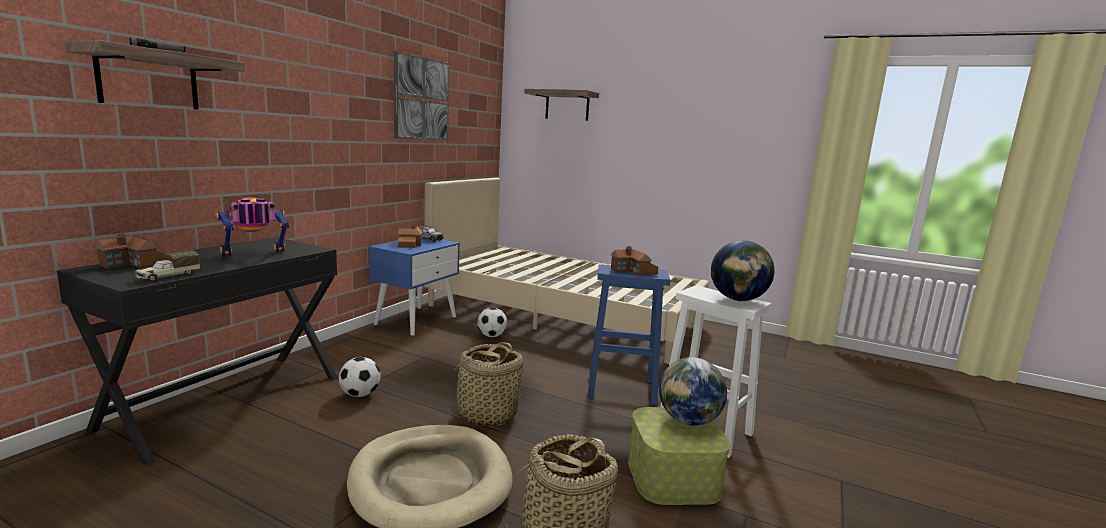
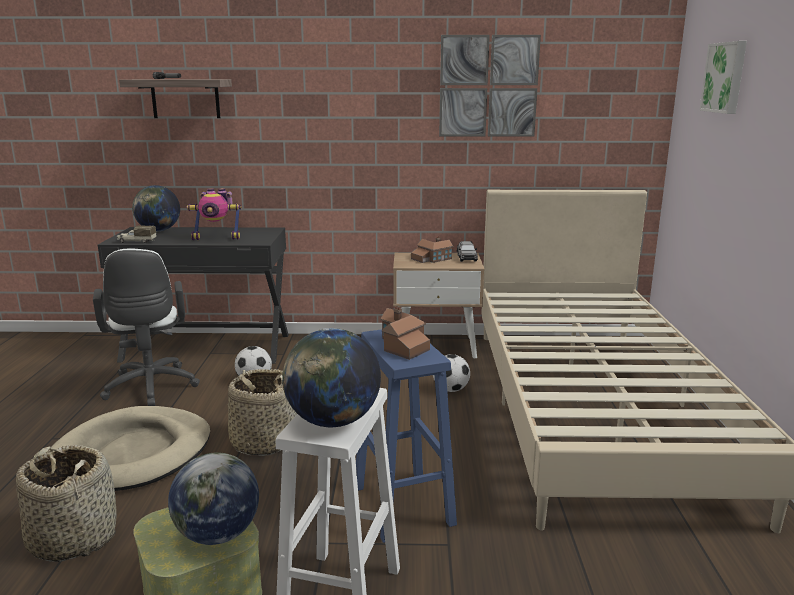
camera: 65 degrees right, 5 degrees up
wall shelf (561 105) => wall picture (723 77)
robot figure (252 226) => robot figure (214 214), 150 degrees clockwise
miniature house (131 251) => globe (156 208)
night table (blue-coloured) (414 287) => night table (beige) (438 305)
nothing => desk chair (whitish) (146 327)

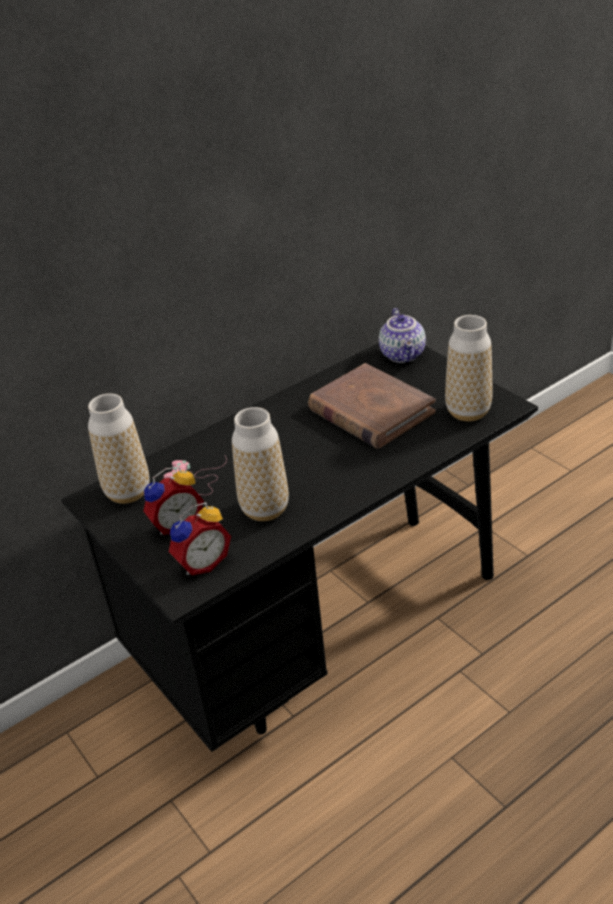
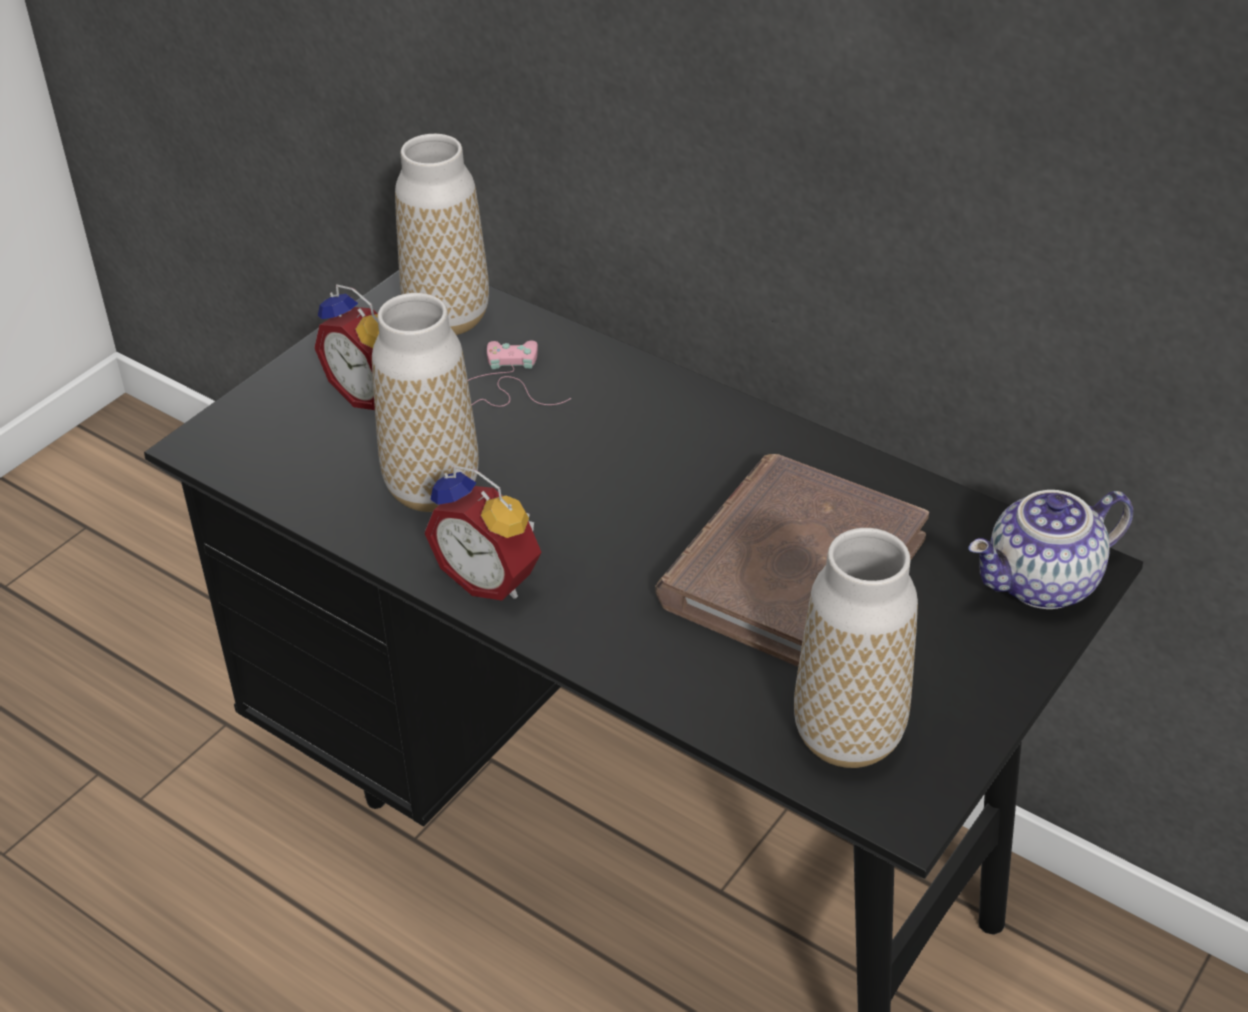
camera: 70 degrees right, 5 degrees up
table clock (200 538) => table clock (482 533), moved

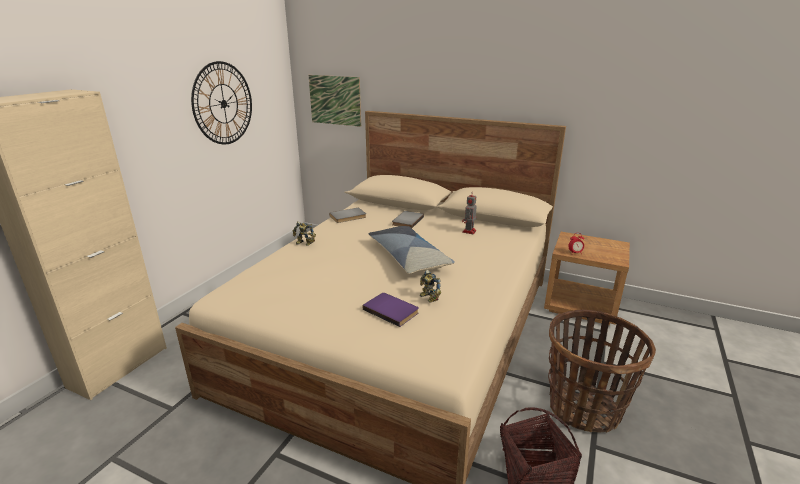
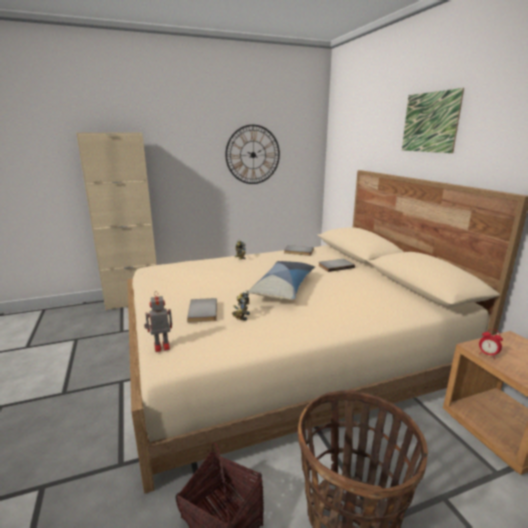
camera: 45 degrees right, 5 degrees down
wall picture (335 101) => wall picture (433 120), moved
robot figure (469 213) => robot figure (158 321), moved
bound book (purplish) (390 310) => bound book (grey) (202 310)

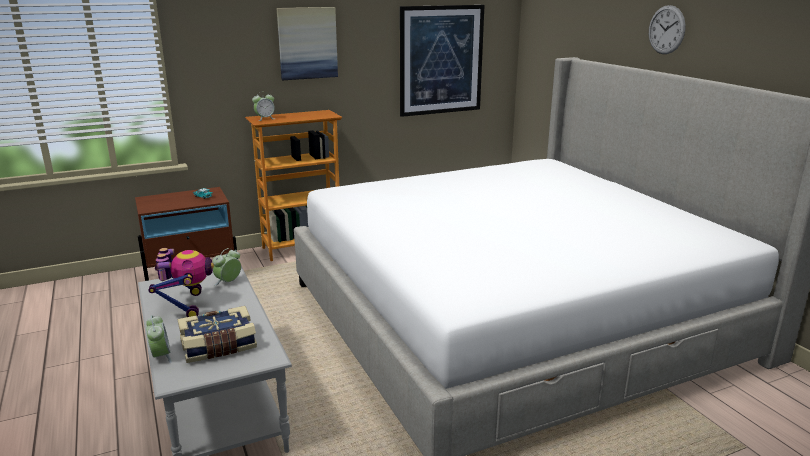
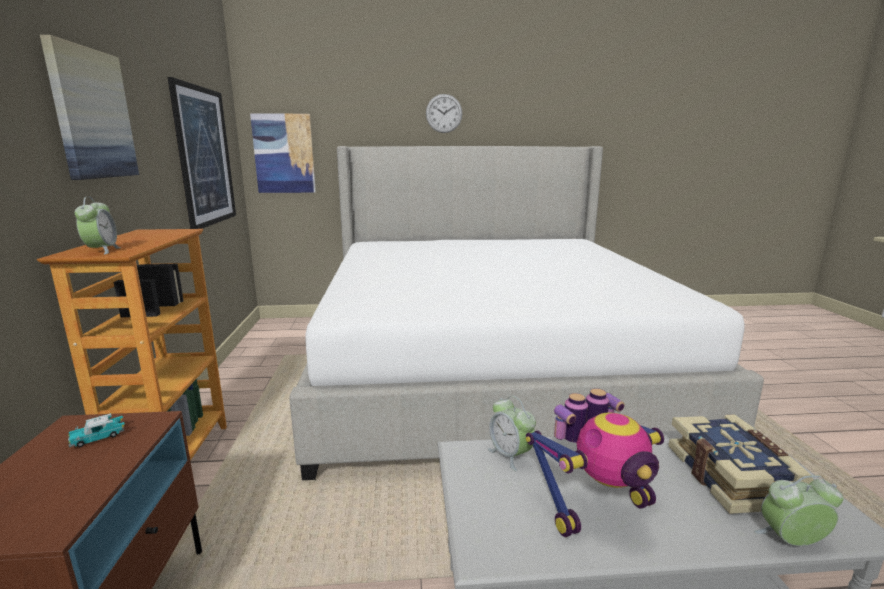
camera: 70 degrees left, 5 degrees down
robot figure (181 282) => robot figure (595 462), 150 degrees clockwise
nothing => wall picture (283 153)

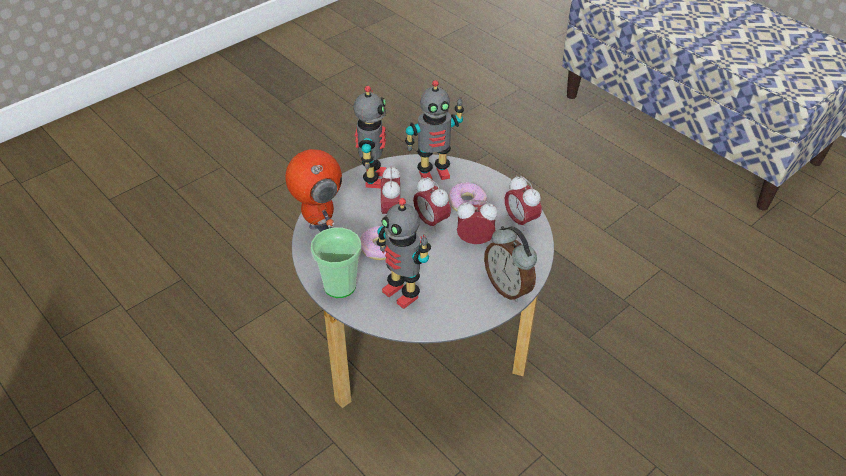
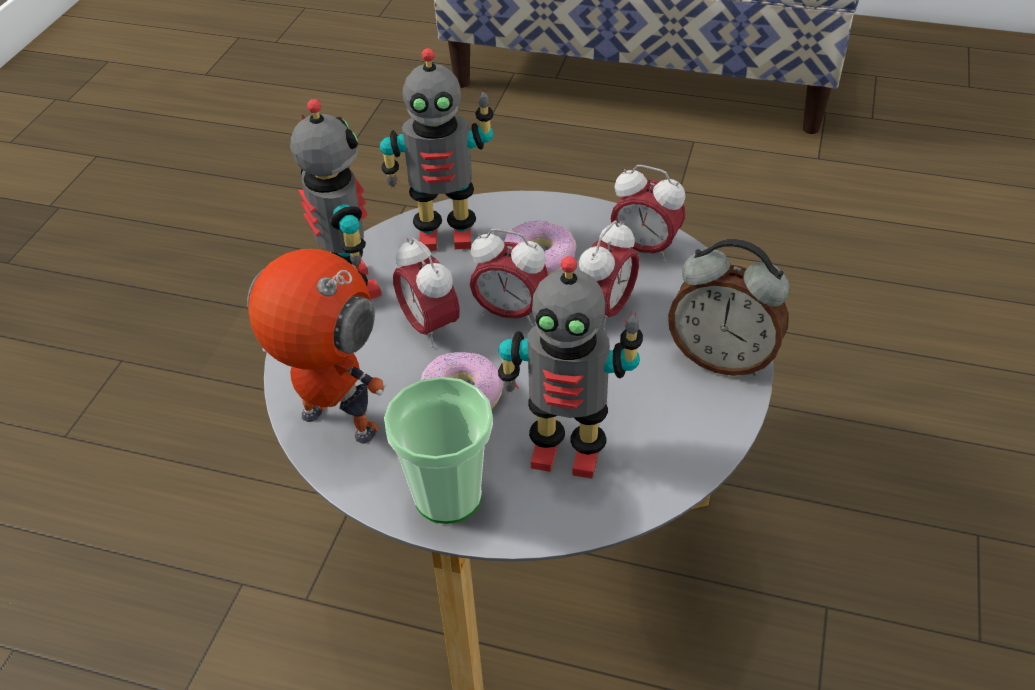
camera: 30 degrees left, 0 degrees up
robot figure (434 130) => robot figure (437 149), 45 degrees clockwise
table clock (477 222) => table clock (609 275), 150 degrees clockwise

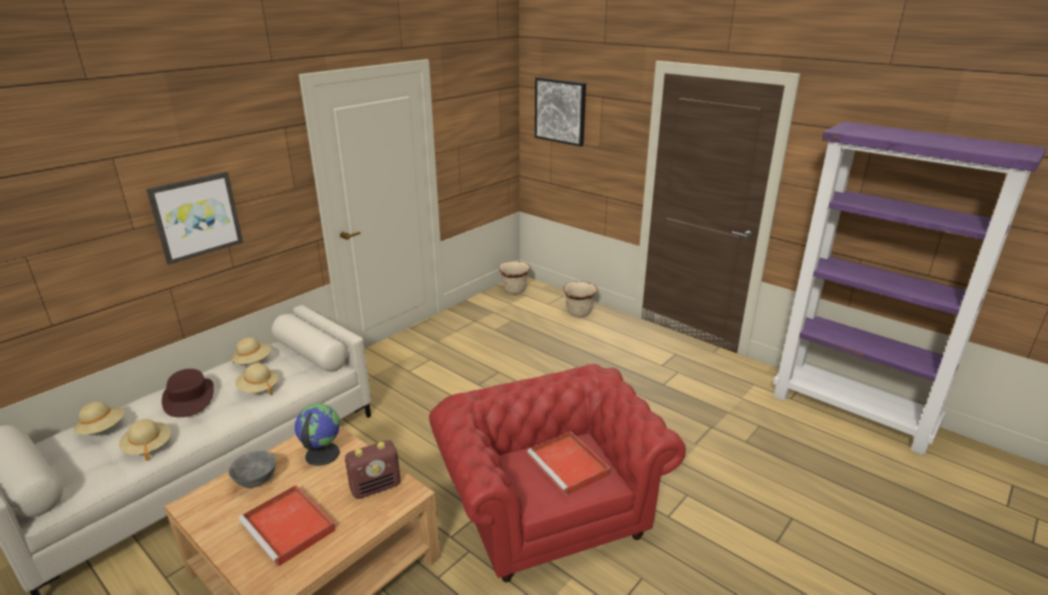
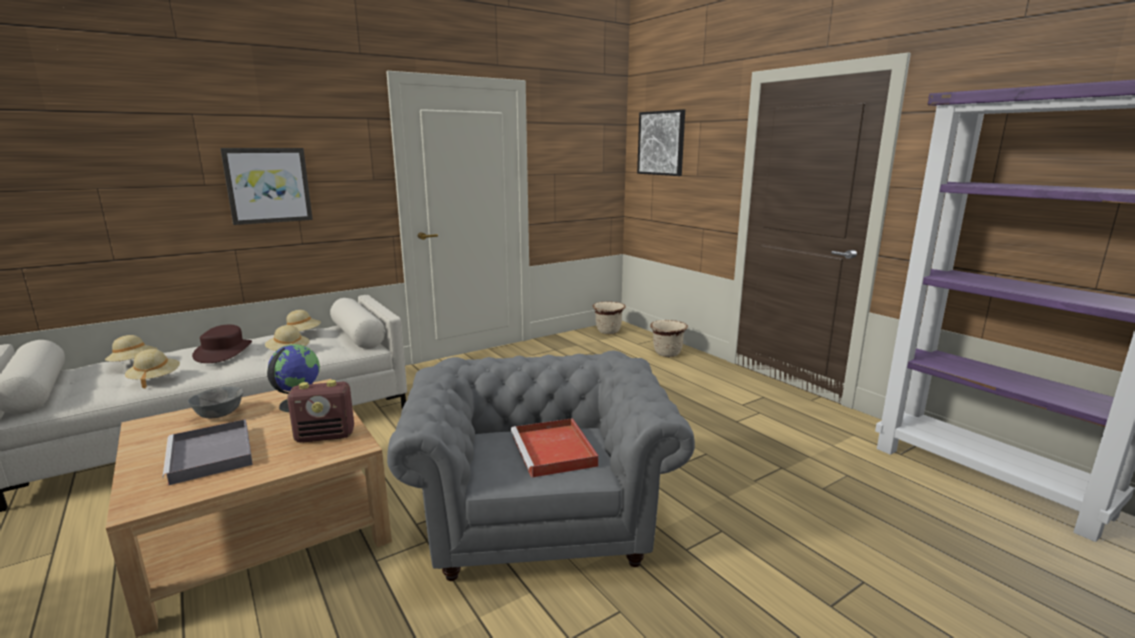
camera: 15 degrees right, 10 degrees down
easy chair (red-coloured) (557 473) => easy chair (grey) (541 466)
serving tray (red-coloured) (287 526) => serving tray (grey) (208 452)

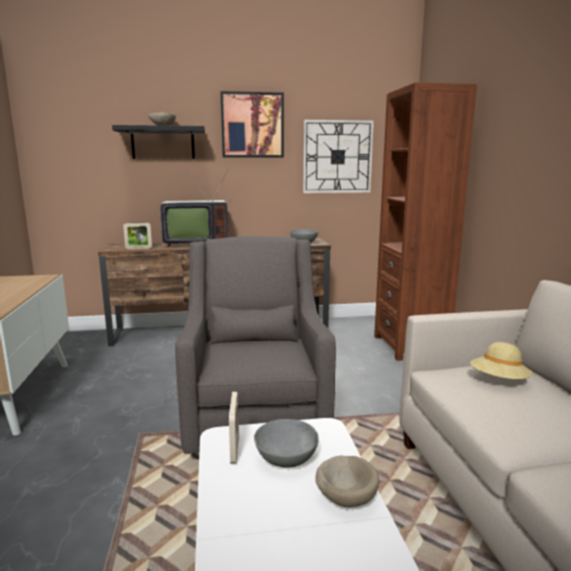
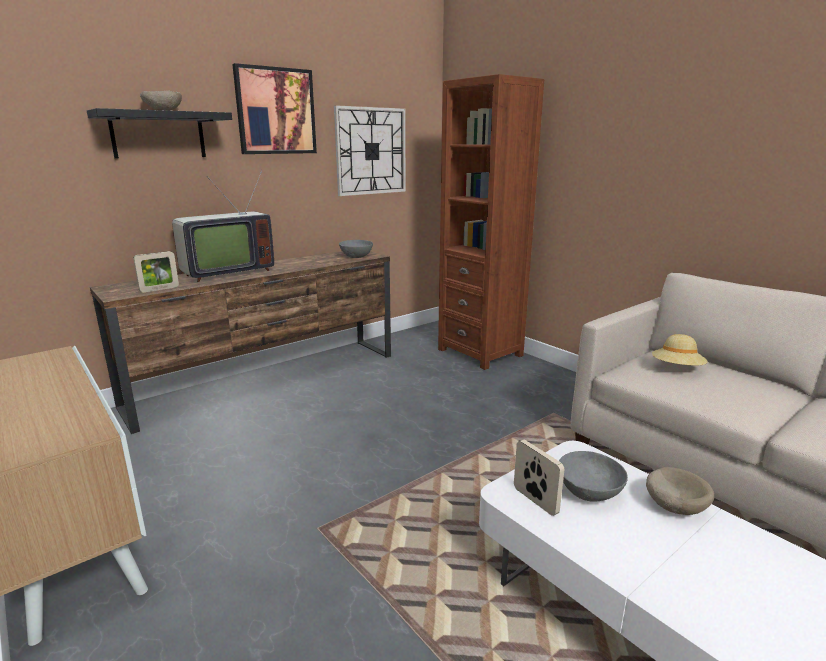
camera: 30 degrees left, 5 degrees up
easy chair (grey) (255 345) => nothing

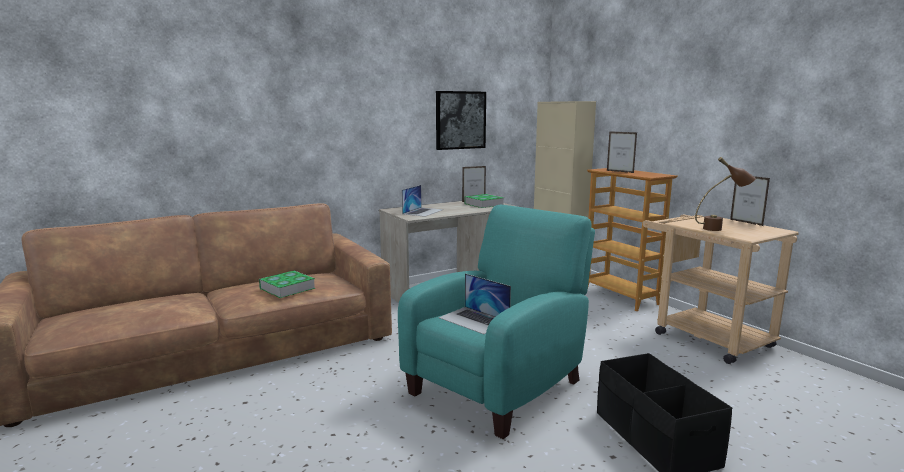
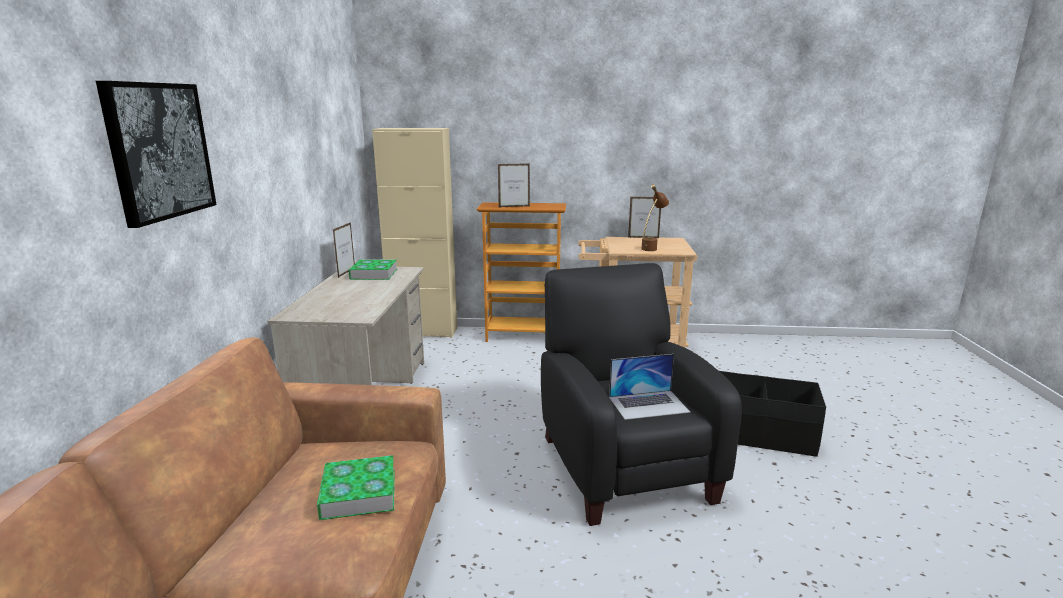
camera: 55 degrees left, 5 degrees up
wall picture (461 120) => wall picture (156 154), moved
notebook computer (422 201) => nothing
easy chair (turquoise-coloured) (496 322) => easy chair (black-coloured) (641 394)

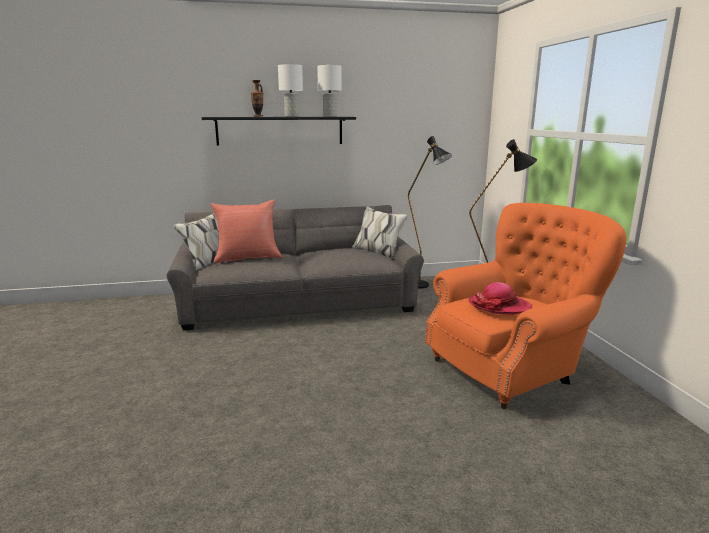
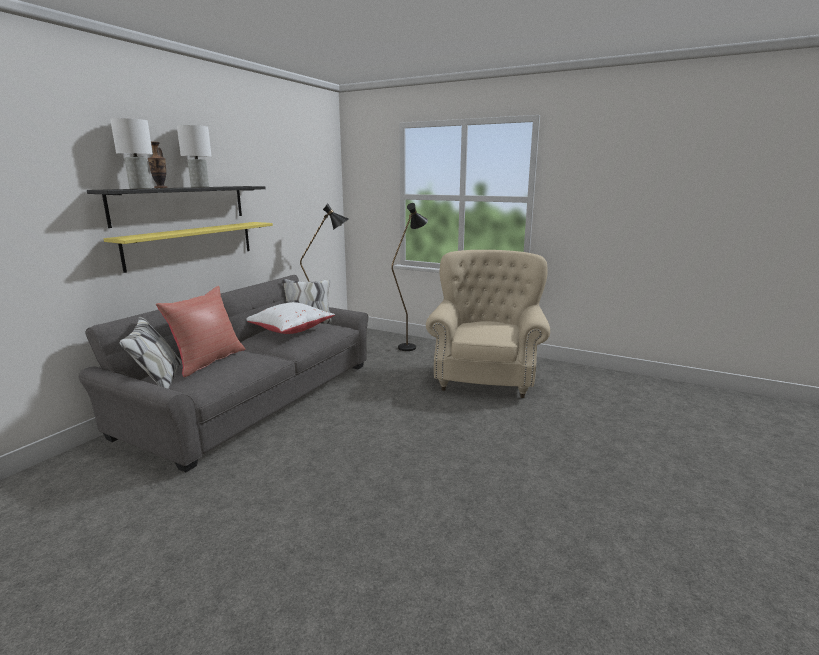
camera: 50 degrees left, 0 degrees up
table lamp (whitish) (329 91) => table lamp (whitish) (131 153), moved
easy chair (orangey) (525 306) => easy chair (beige) (488 324)
hat (500 298) => nothing
nothing => wall shelf (yellow) (188 247)
nothing => cushion (whitish) (291 318)

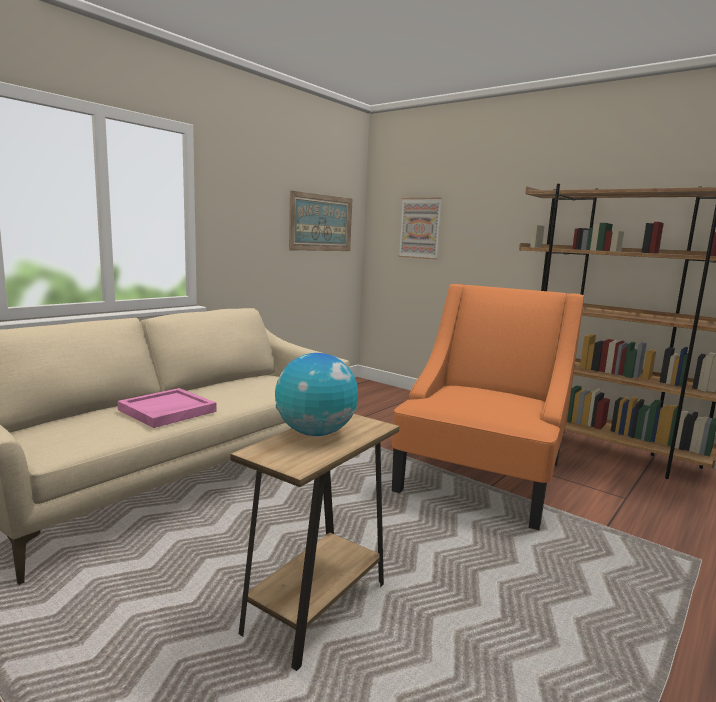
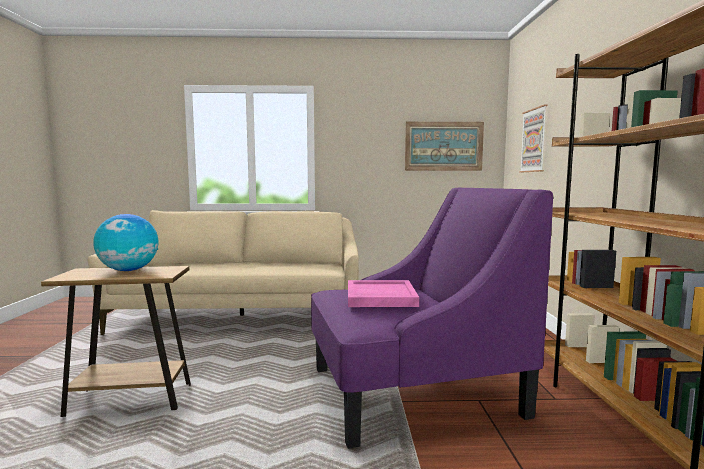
camera: 50 degrees right, 5 degrees down
easy chair (orangey) (488 407) => easy chair (purplish) (432 318)
serving tray (pink-coloured) (167 408) => serving tray (pink-coloured) (383 293), moved

